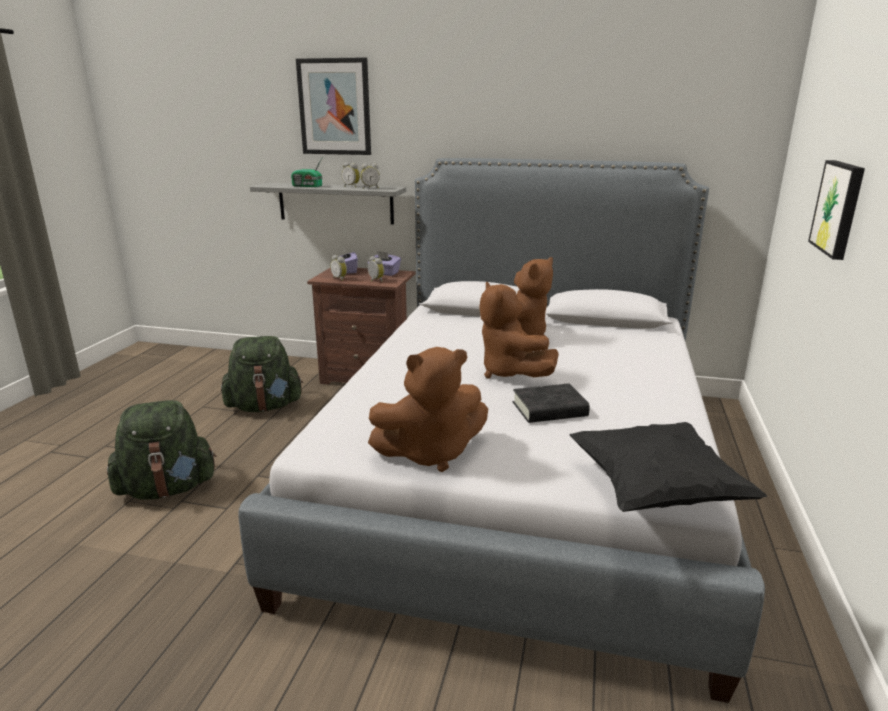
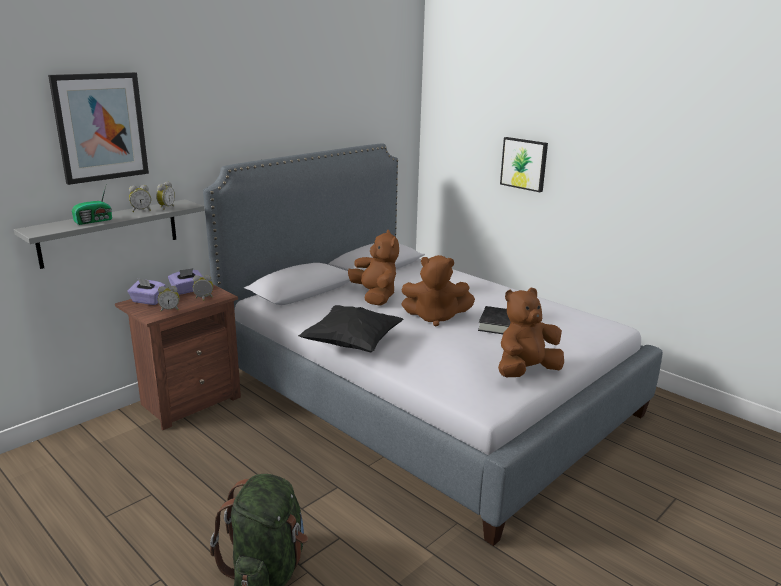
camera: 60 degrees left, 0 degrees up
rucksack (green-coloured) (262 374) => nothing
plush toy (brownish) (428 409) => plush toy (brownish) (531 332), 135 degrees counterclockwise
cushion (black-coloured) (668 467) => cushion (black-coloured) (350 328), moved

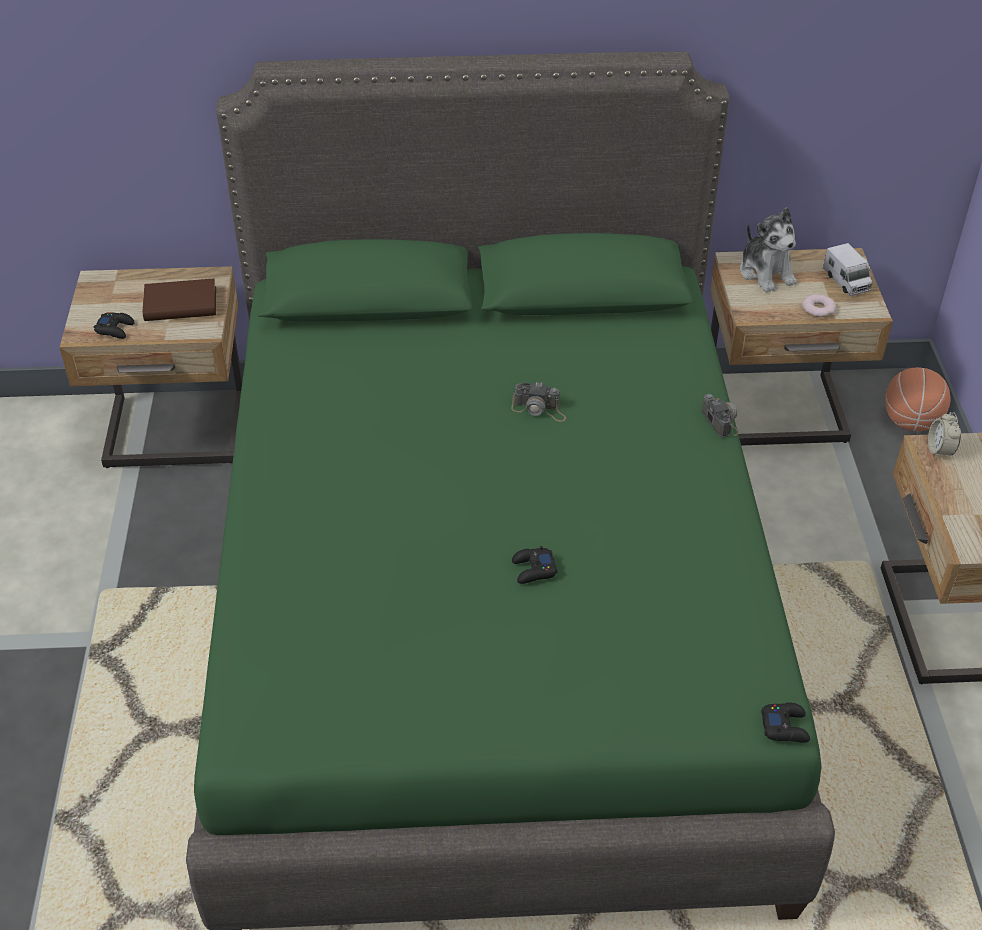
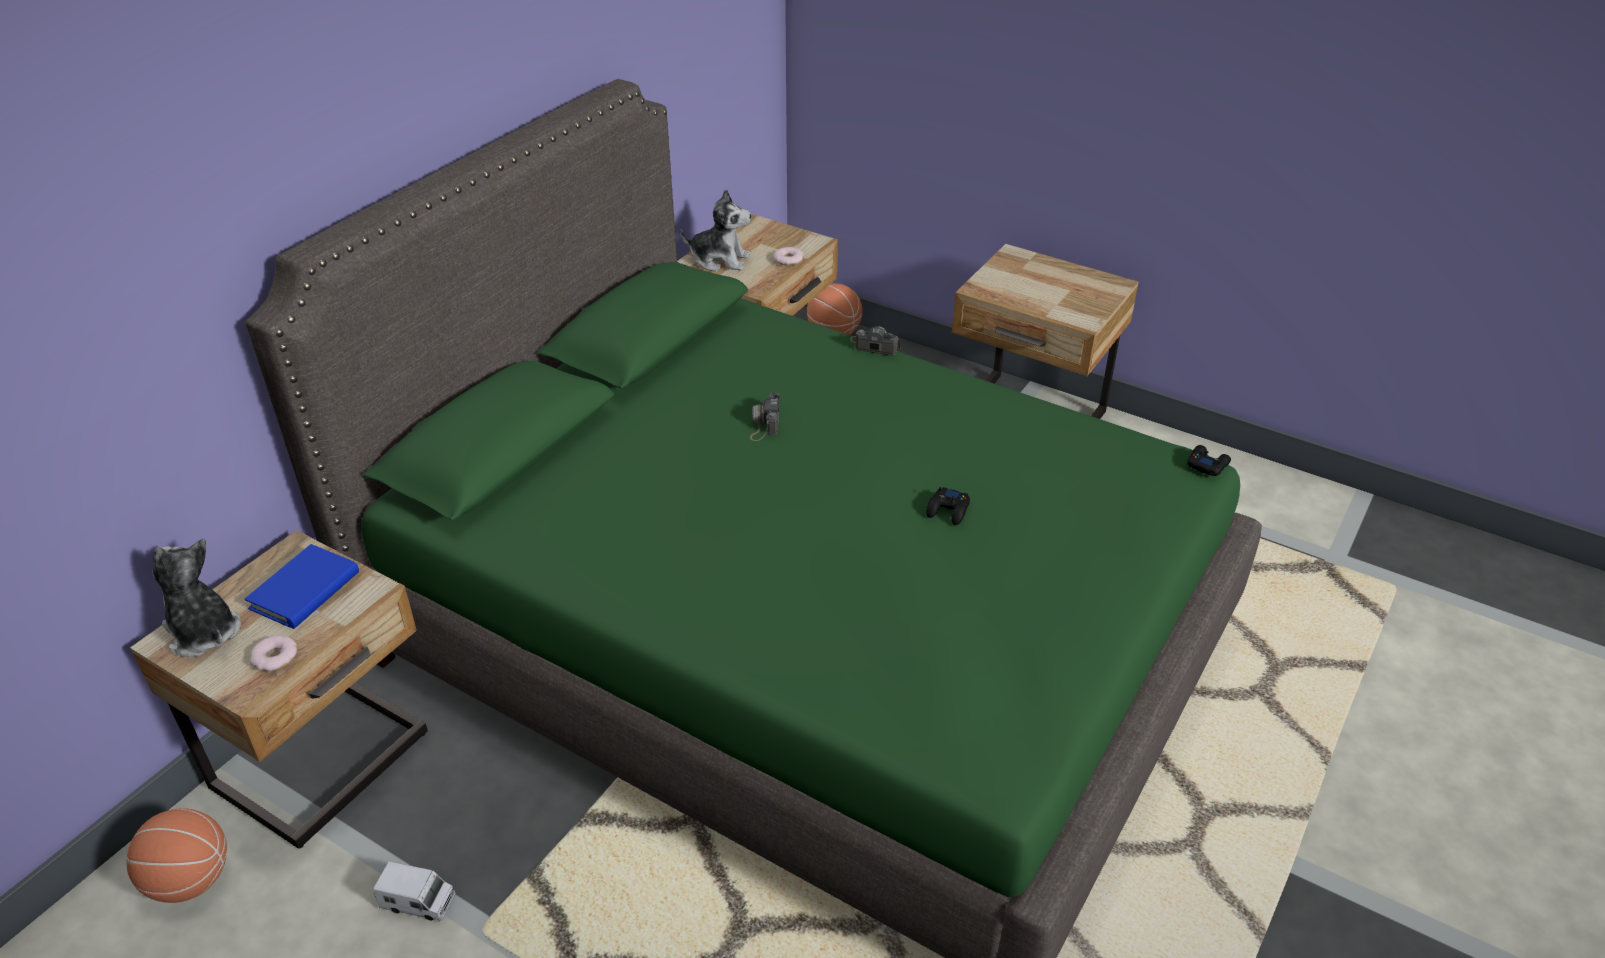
camera: 55 degrees left, 5 degrees down
model truck (848 269) => model truck (414 891), moved
bound book (brownish) (179 299) => bound book (blue-coloured) (302 586)
joypad (black-coloured) (114 325) => donut (273 653)
photo camera (538 402) => photo camera (765 417), 135 degrees clockwise
table clock (944 435) => nothing
nothing => plush toy (197 598)
nothing => ball for basketball (176 855)

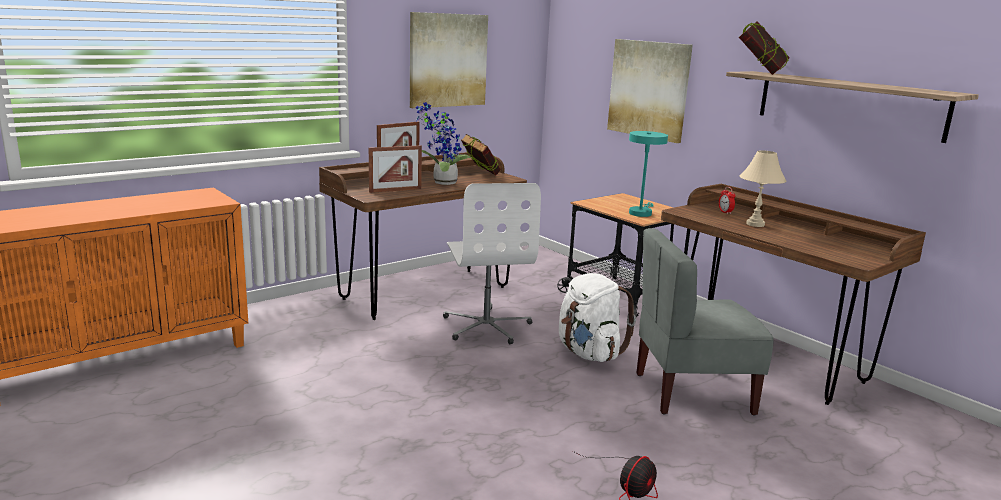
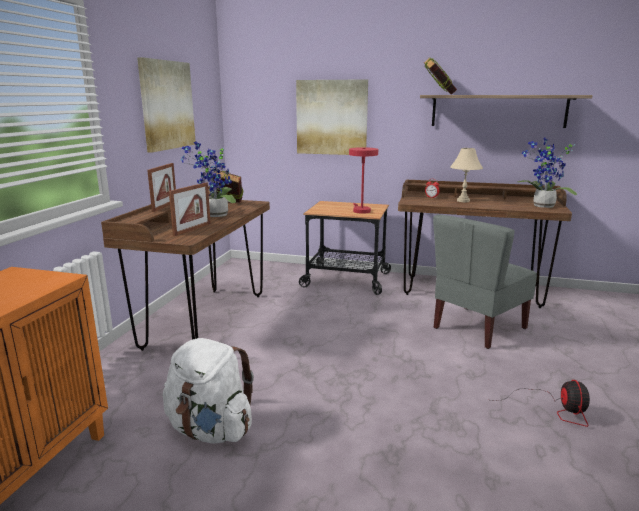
camera: 35 degrees left, 0 degrees up
table lamp (turquoise-coloured) (648 174) => table lamp (red-coloured) (363 180)
desk chair (whitish) (492 264) => nothing
rucksack (whitish) (597 317) => rucksack (whitish) (208 391), moved
nothing => potted plant (547 172)

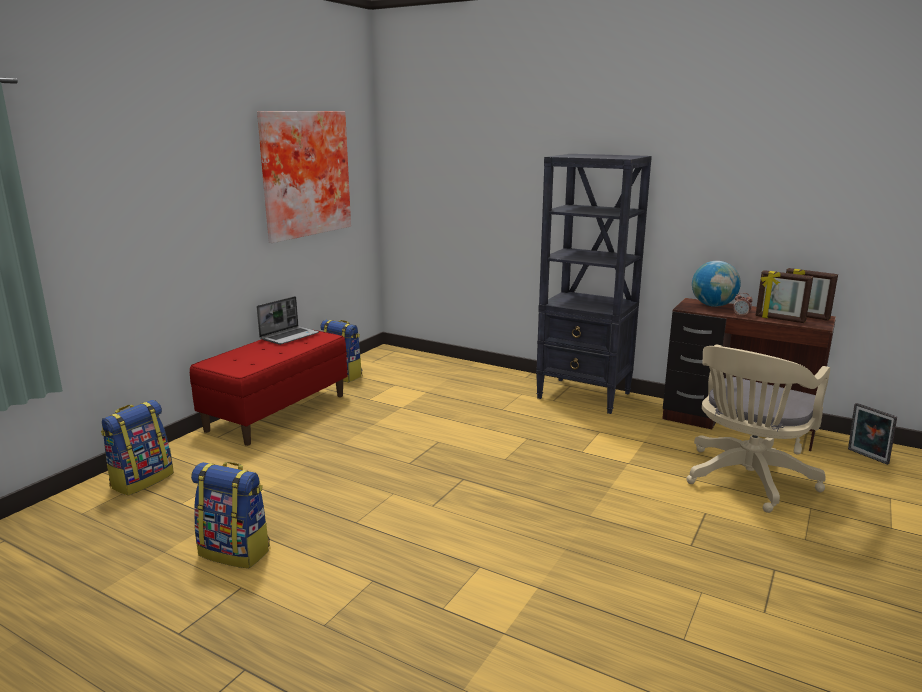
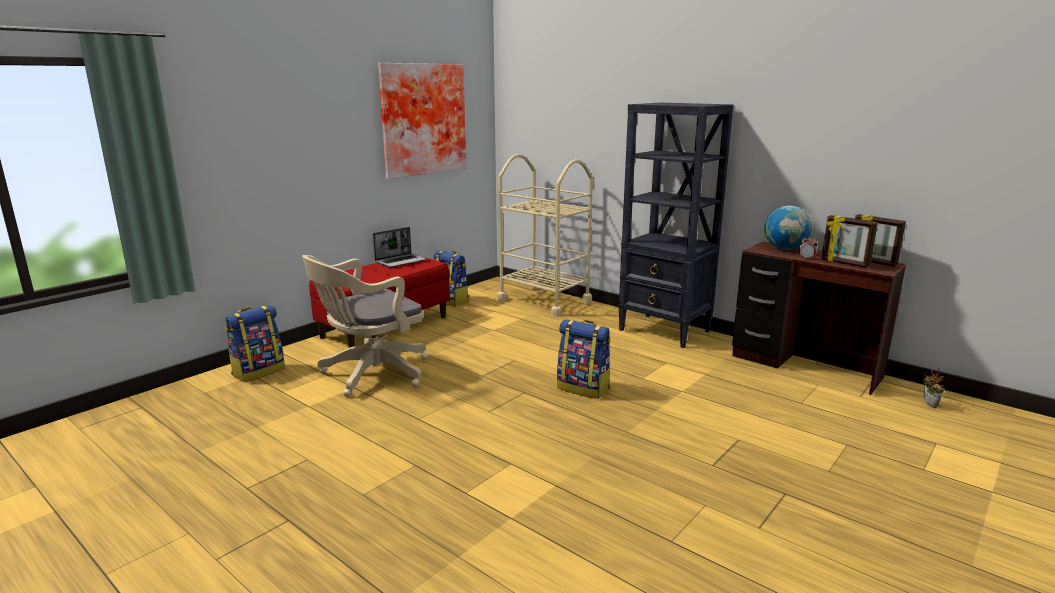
camera: 10 degrees right, 0 degrees up
desk chair (beige) (758 428) => desk chair (beige) (365 326), moved
standing frame (872 434) => potted plant (934 388)
rucksack (230 515) => rucksack (584 359), moved
nothing => wheeled cart (beige) (545 235)

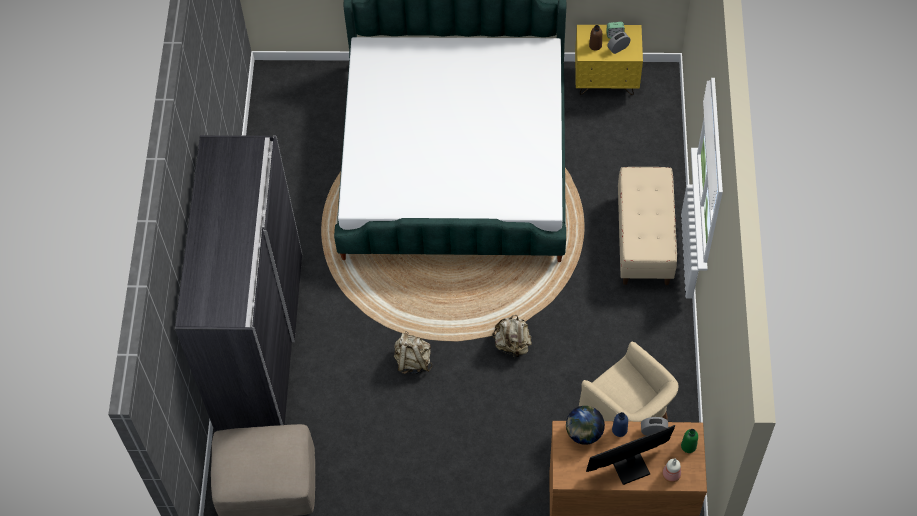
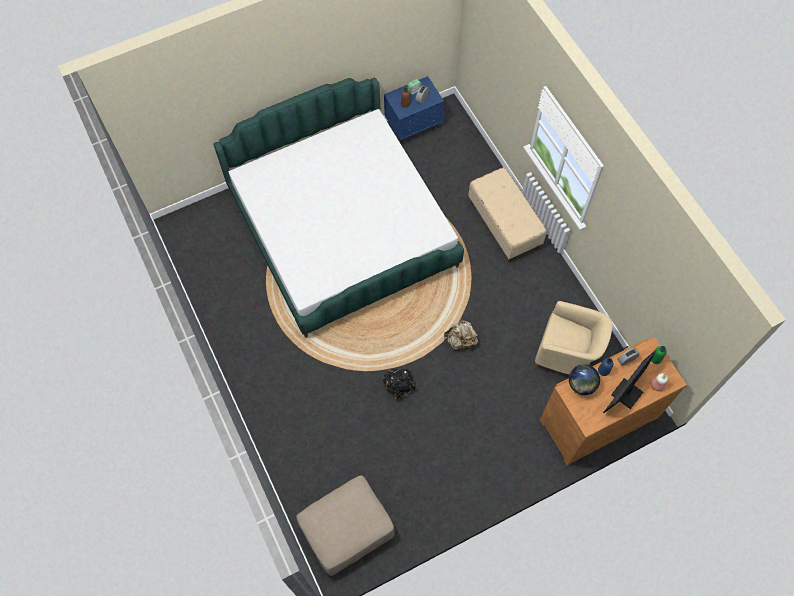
camera: 30 degrees left, 5 degrees up
night table (yellow) (609 60) => night table (blue-coloured) (414 110)
clothes cupboard (grey) (239 283) => nothing
rucksack (beige) (413 353) => rucksack (black-coloured) (400 384)

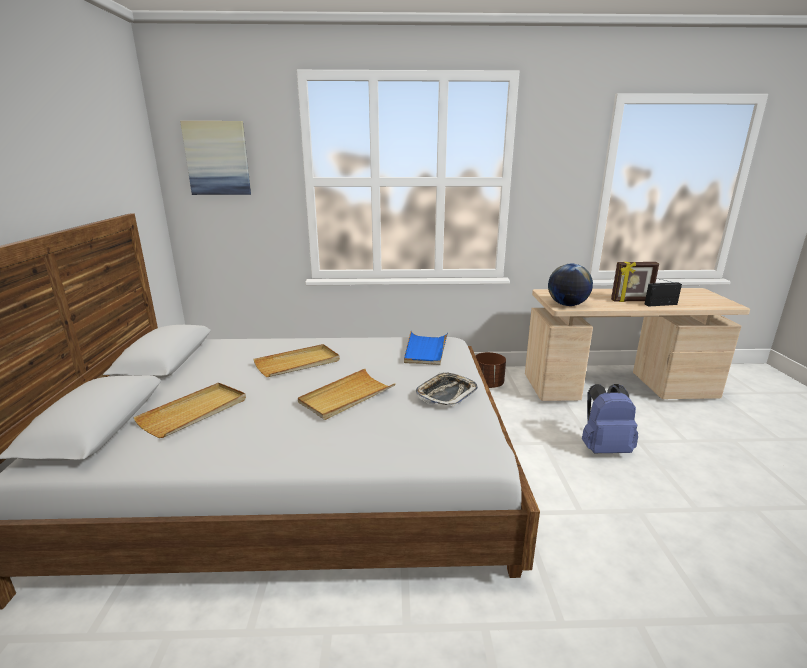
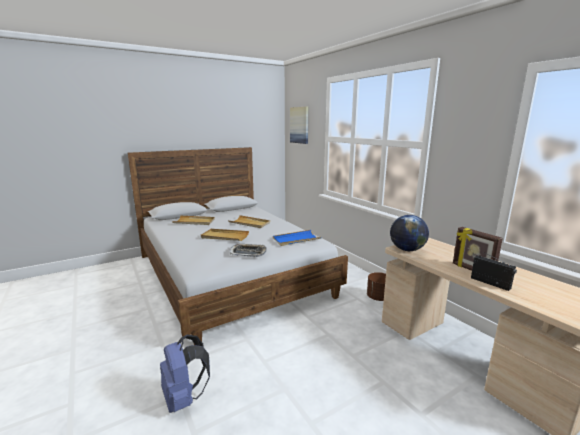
camera: 60 degrees right, 5 degrees down
rucksack (blue-coloured) (610 419) => rucksack (blue-coloured) (185 373), moved

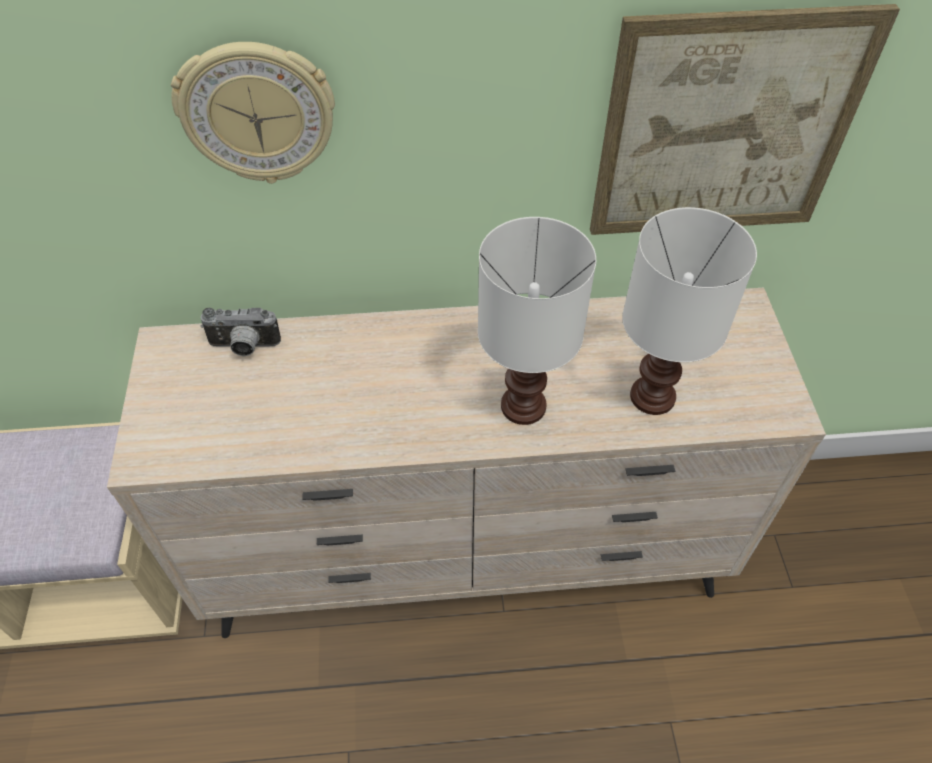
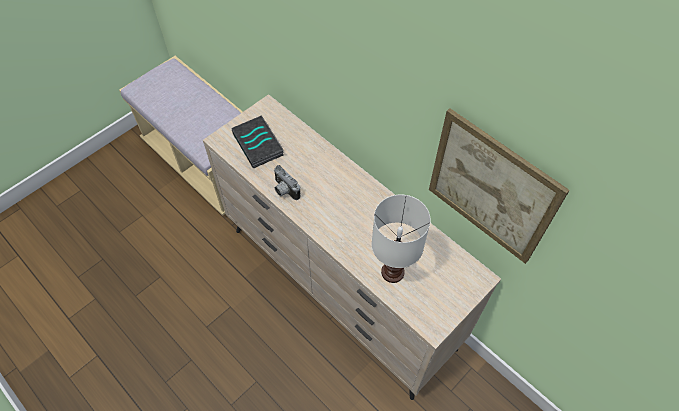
camera: 50 degrees right, 5 degrees up
hanging clock (253 113) => nothing
table lamp (whitish) (537 321) => nothing
photo camera (241 332) => photo camera (287 182), moved
nothing => bound book (257 142)

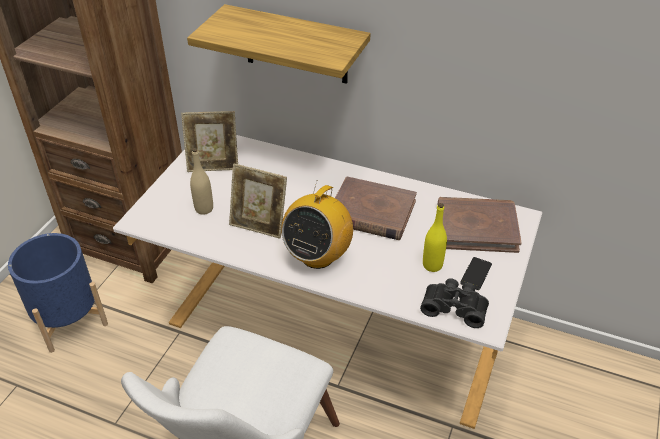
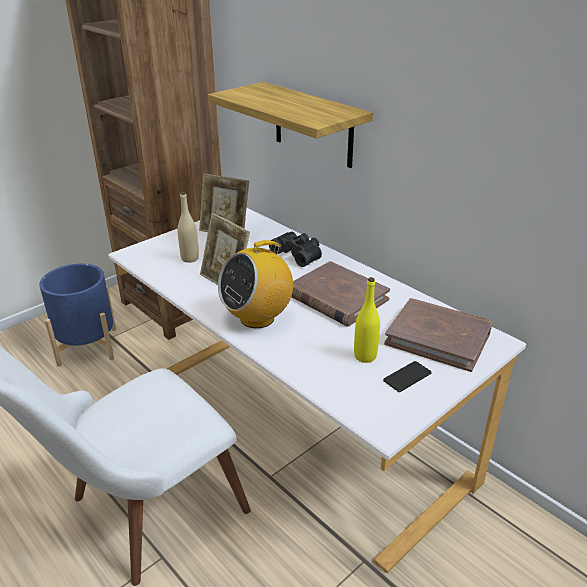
camera: 25 degrees right, 10 degrees down
pair of binoculars (black-coloured) (454 303) => pair of binoculars (black-coloured) (295 249), moved

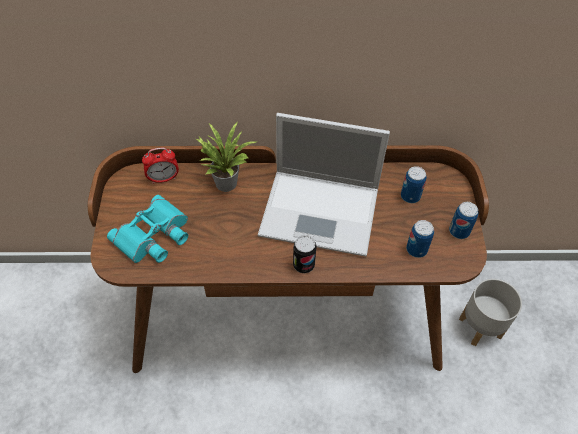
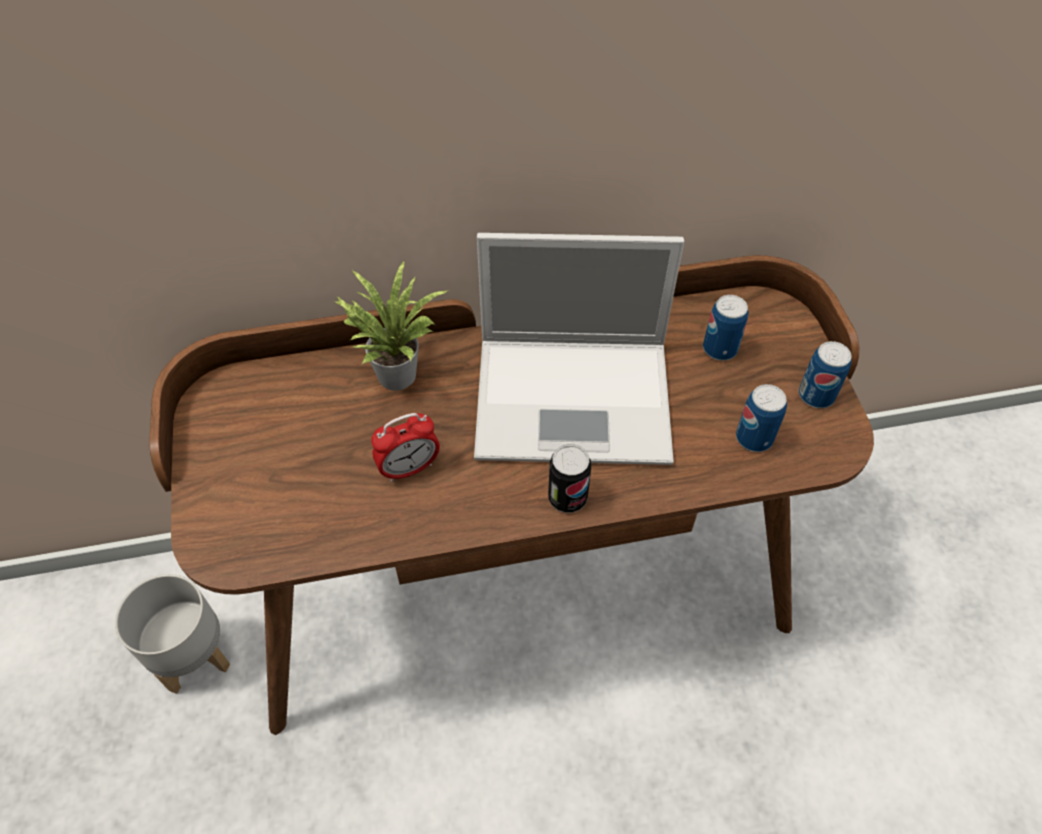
camera: 10 degrees left, 0 degrees up
table clock (160 166) => table clock (405 447), moved
pair of binoculars (turquoise-coloured) (147 229) => nothing
planter (grey) (490 312) => planter (grey) (172 634), moved

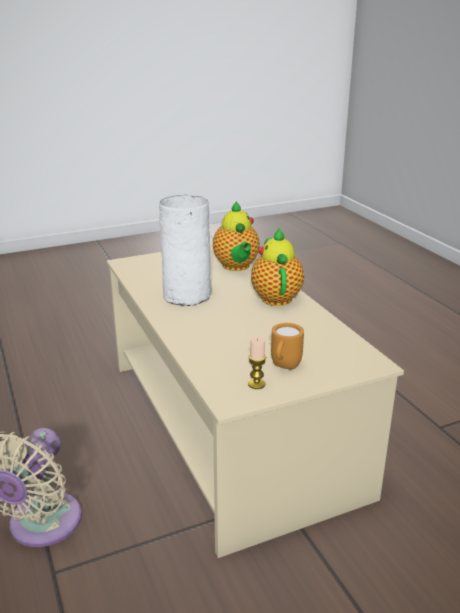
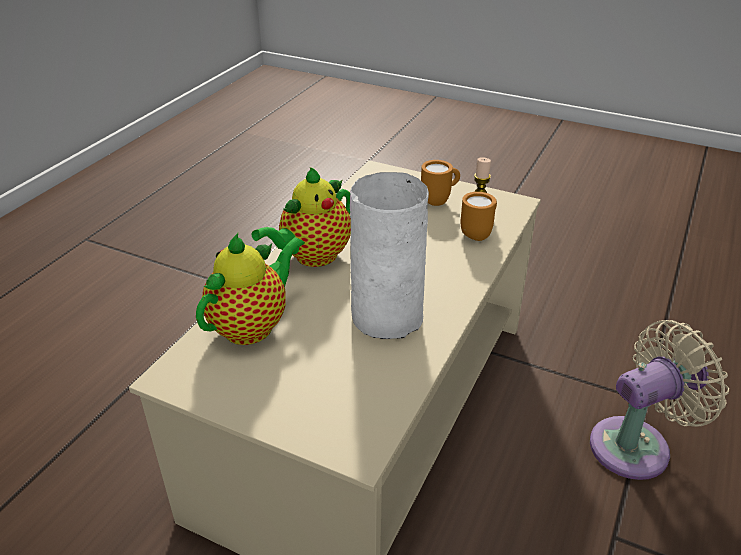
camera: 130 degrees left, 10 degrees up
nothing => mug (orangey) (479 216)

